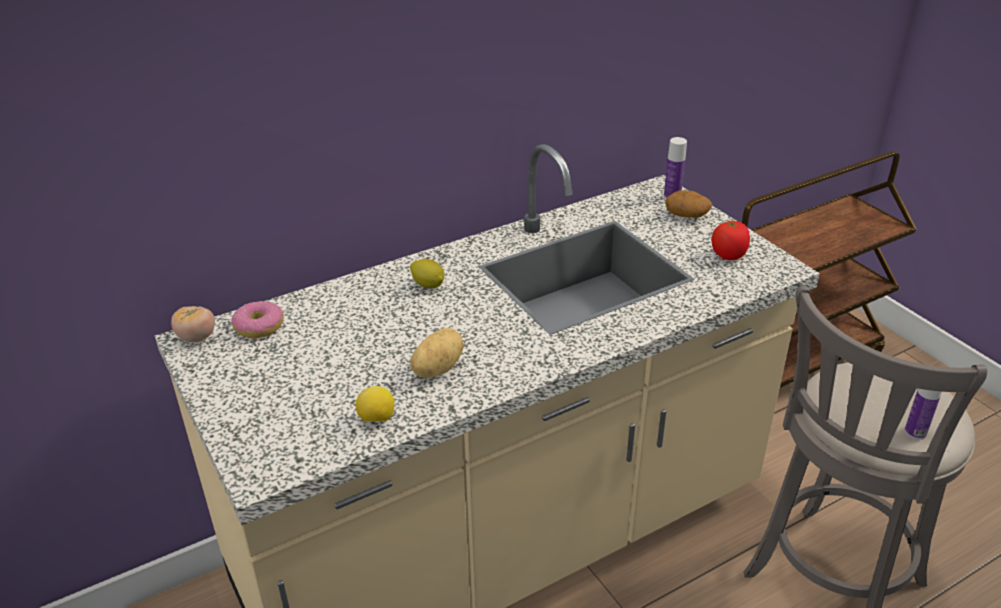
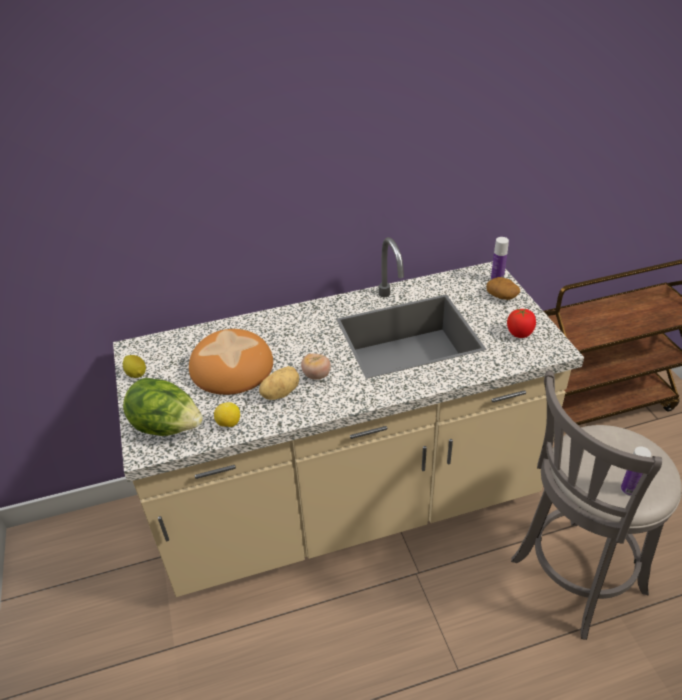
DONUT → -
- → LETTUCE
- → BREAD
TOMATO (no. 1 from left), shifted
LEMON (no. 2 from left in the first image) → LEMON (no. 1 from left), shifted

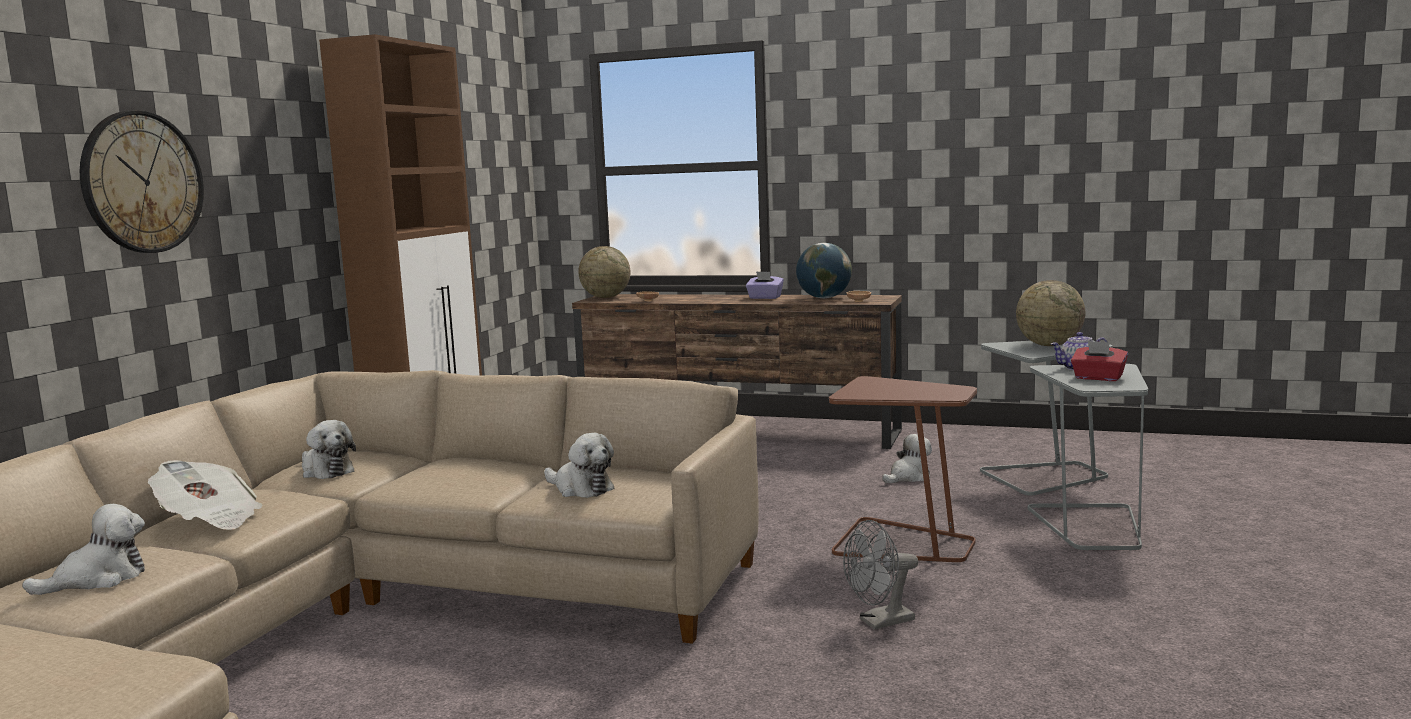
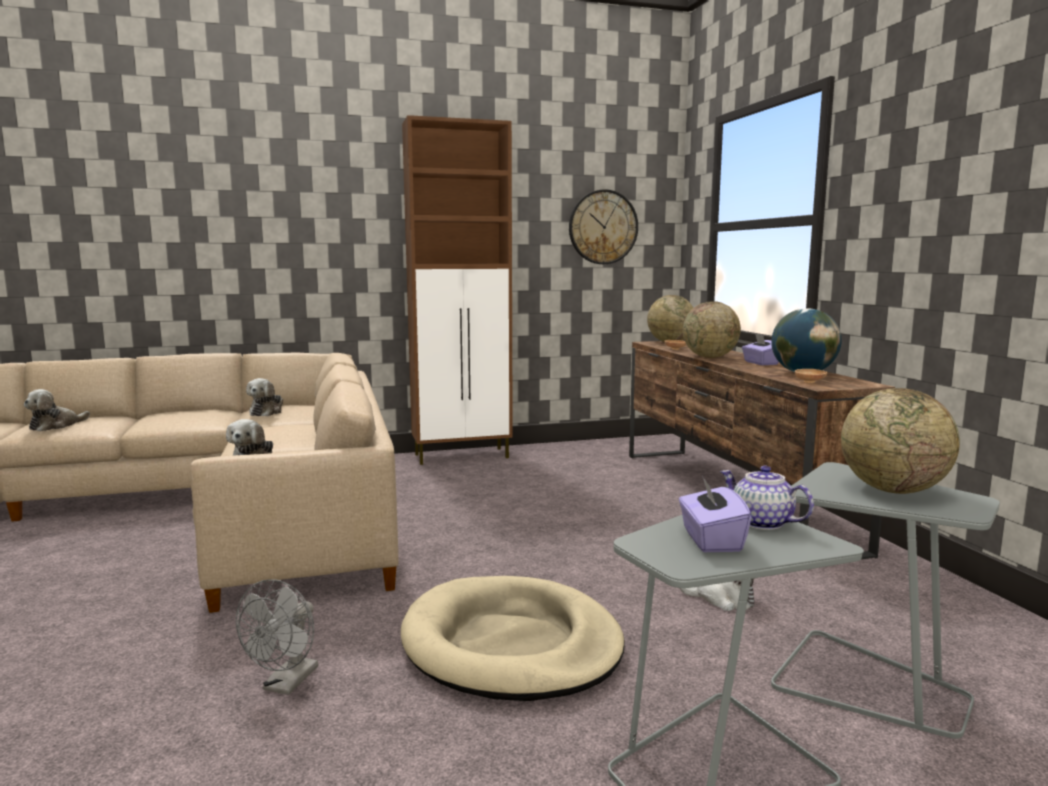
NEWSPAPER → -
- → GLOBE (no. 2 from left)
WALL CLOCK, shifted
BROWN SIDE TABLE → BEIGE DOG BED
RED TISSUE BOX → PURPLE TISSUE BOX (no. 1 from left)
PLUSH TOY (no. 1 from left), 105 degrees clockwise
GREY FAN, 105 degrees counterclockwise

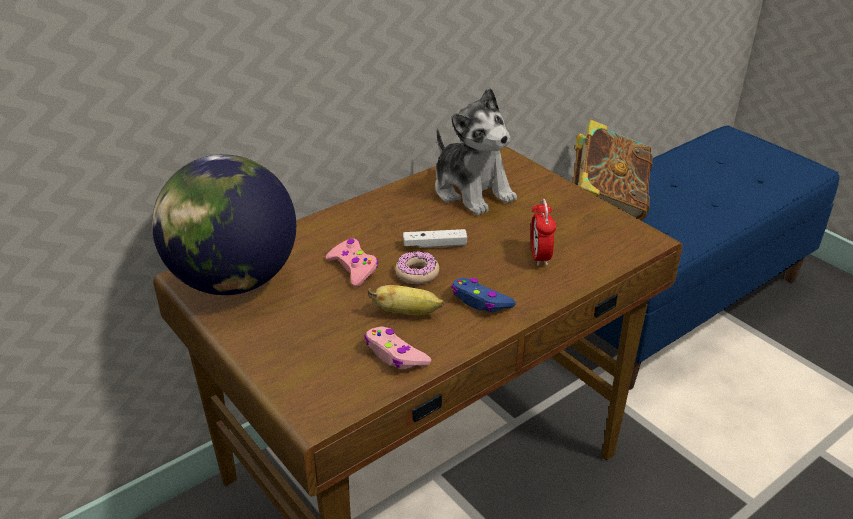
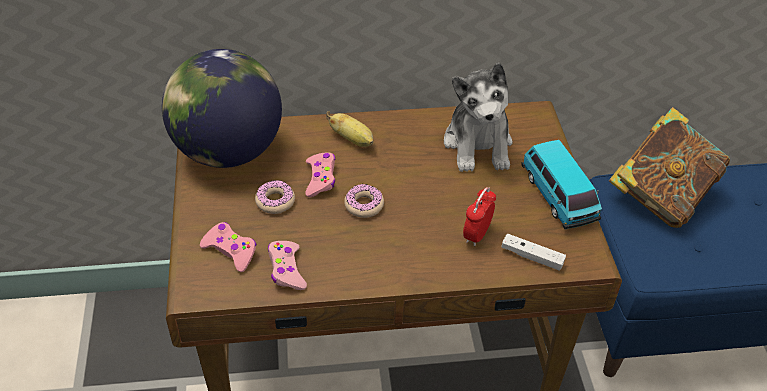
BLUE GAME CONTROLLER → -
- → PINK GAME CONTROLLER (no. 1 from left)
- → DONUT (no. 1 from left)
- → TOY CAR
BANANA, shifted
WHITE GAME CONTROLLER, shifted

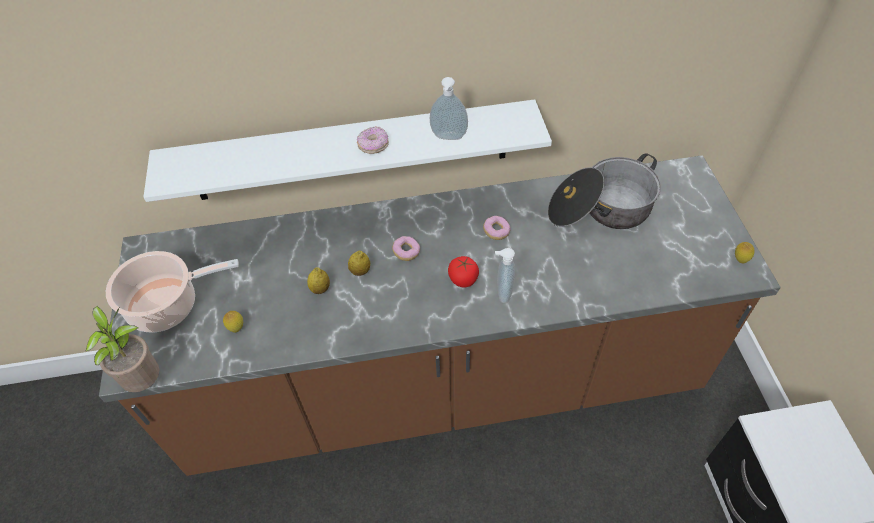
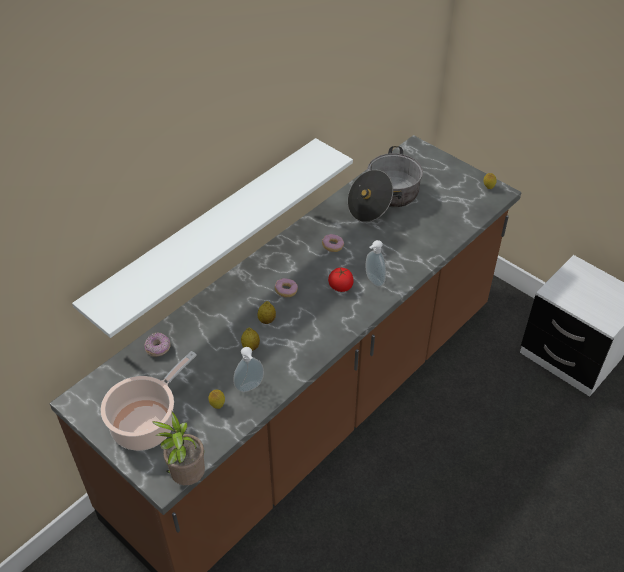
DONUT (no. 1 from left), shifted
SOAP DISPENSER (no. 1 from left), shifted

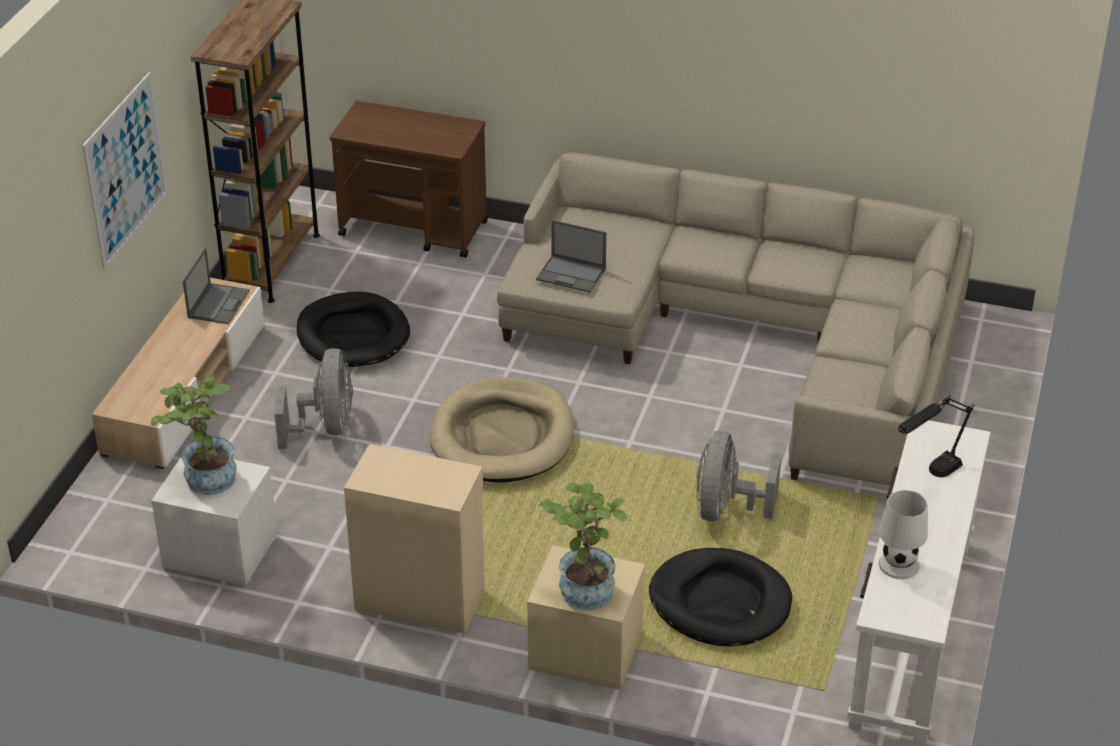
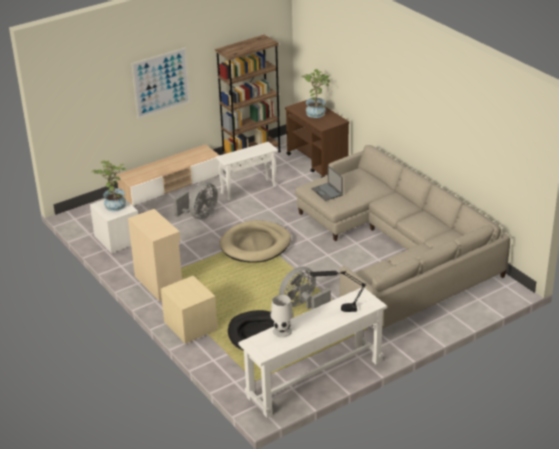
LAPTOP (no. 1 from left) → -
POTTED PLANT (no. 2 from left), shifted
BLACK DOG BED (no. 1 from left) → WHITE SIDE TABLE

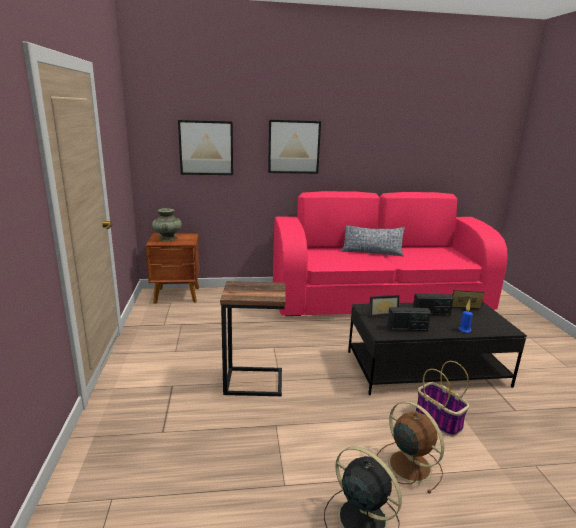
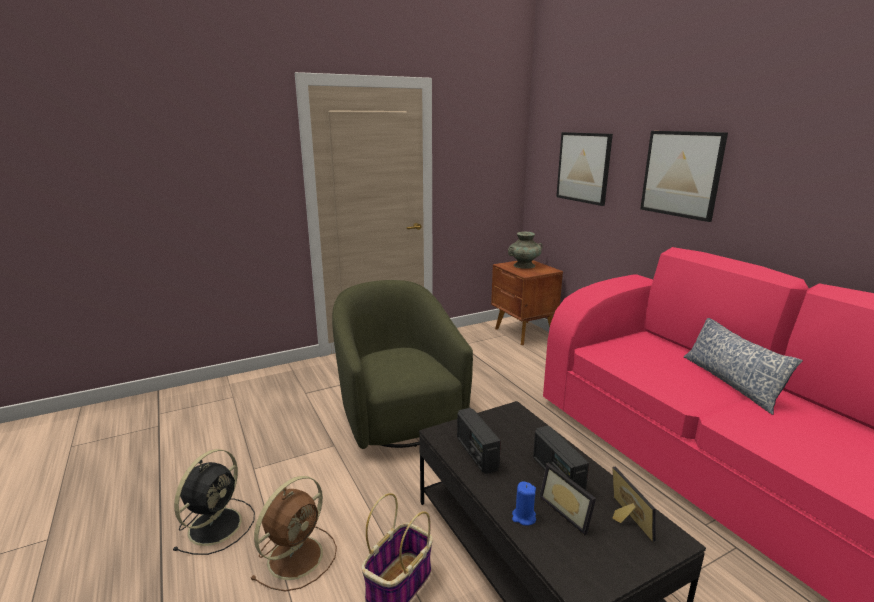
PICTURE FRAME (no. 1 from left), shifted
SIDE TABLE → GREEN ARMCHAIR

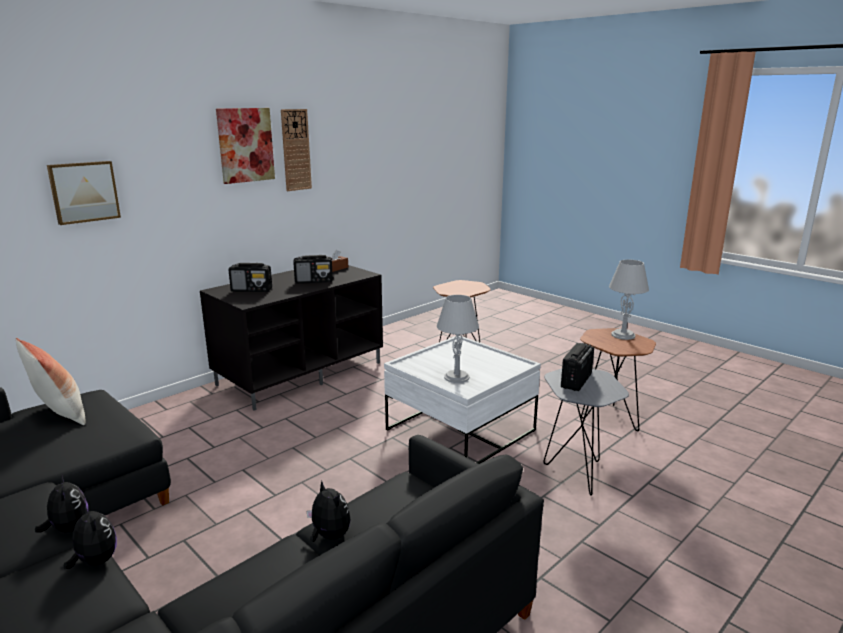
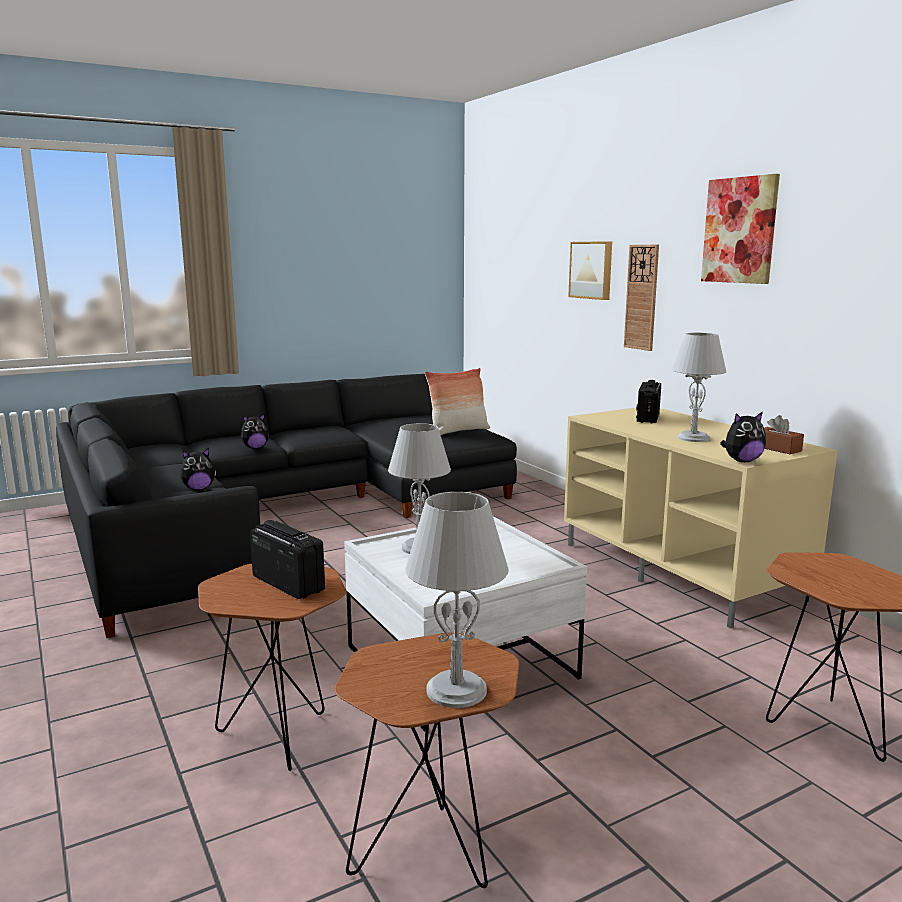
PLUSH TOY (no. 1 from left in the first image) → PLUSH TOY (no. 3 from left), shifted
WALL CLOCK, shifted
RADIO (no. 2 from left) → GREY TABLE LAMP (no. 3 from left)
BLACK TV STAND → BEIGE TV STAND
GREY SIDE TABLE → BROWN SIDE TABLE (no. 1 from left)

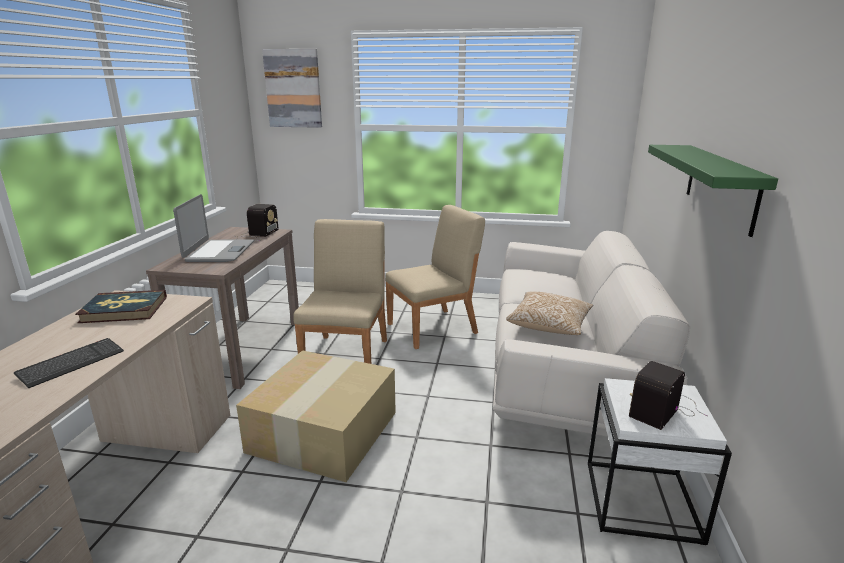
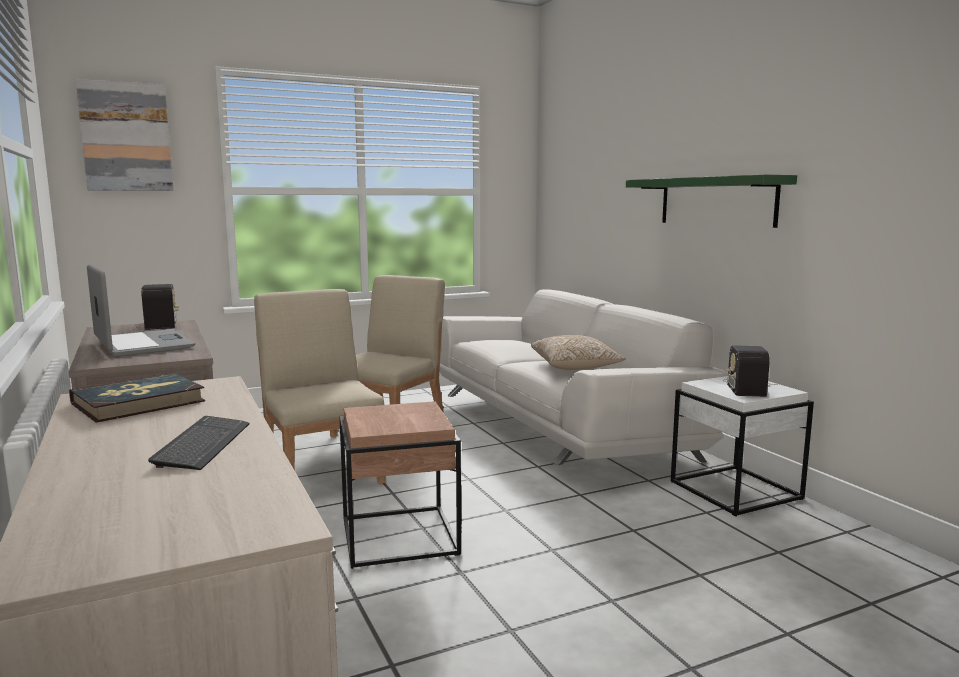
CARDBOARD BOX → BROWN SIDE TABLE

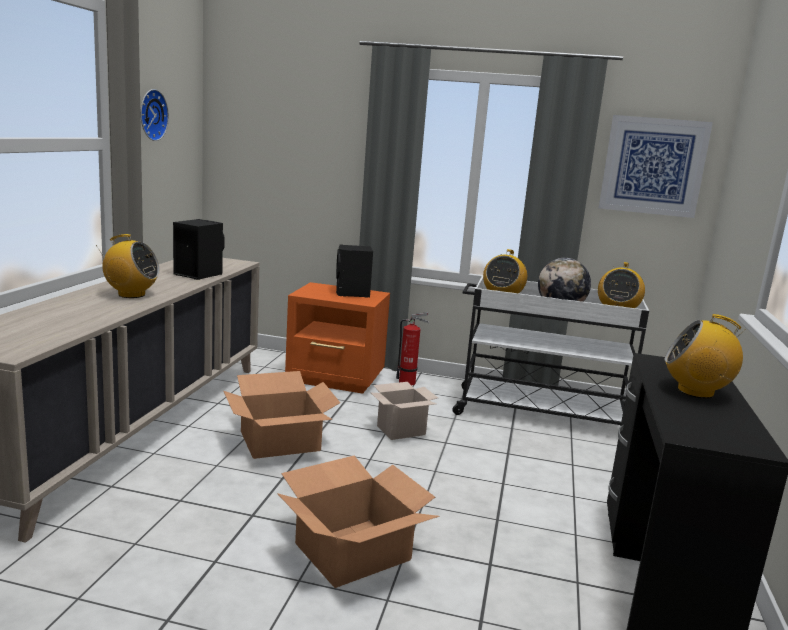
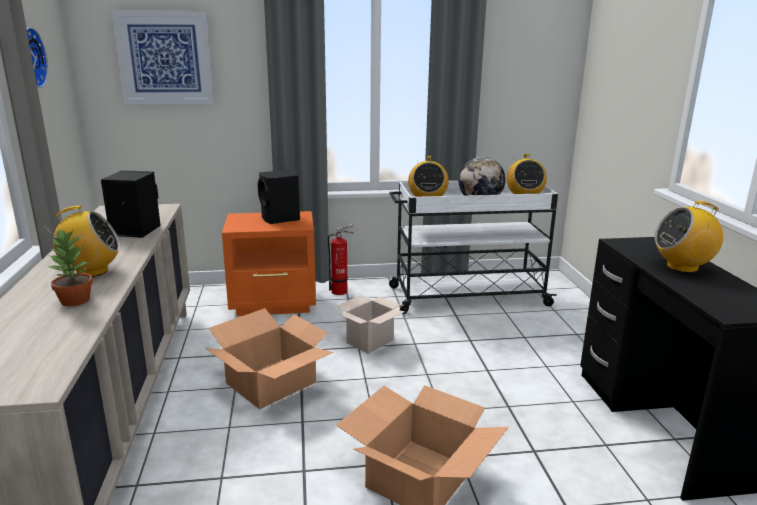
- → POTTED PLANT
PICTURE, shifted

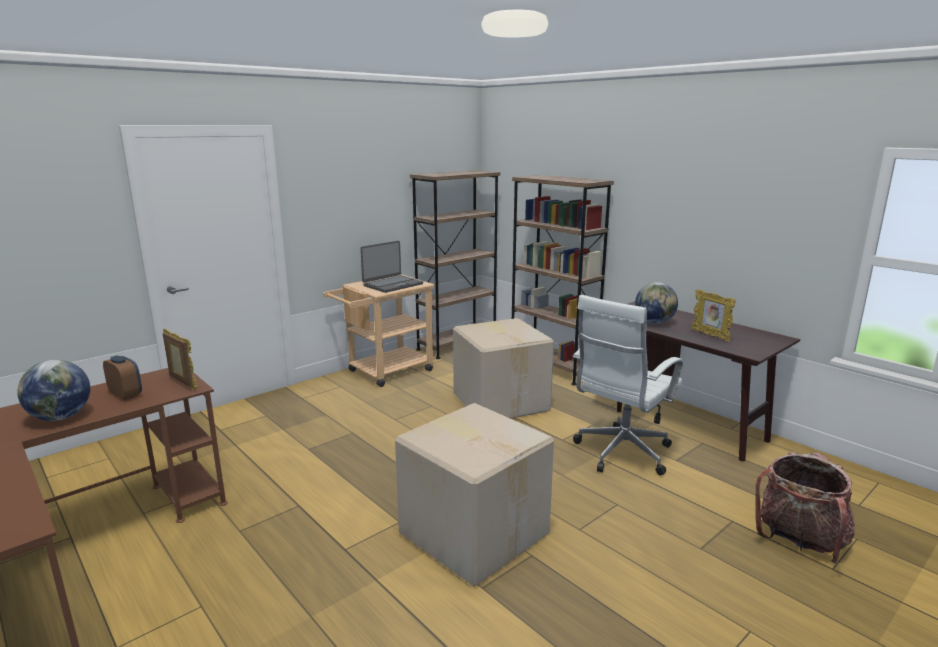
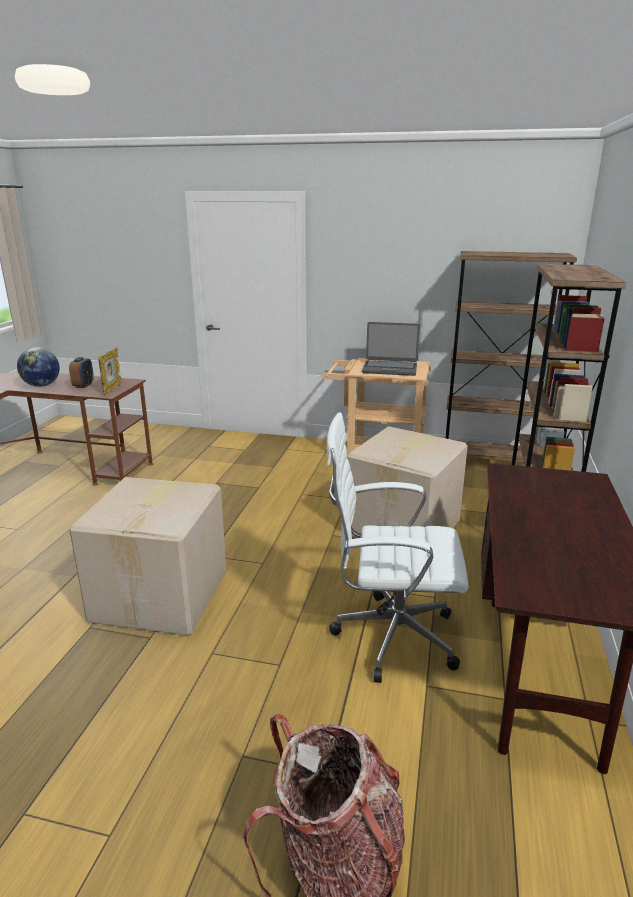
GLOBE (no. 2 from left) → -
PICTURE FRAME (no. 2 from left) → -

